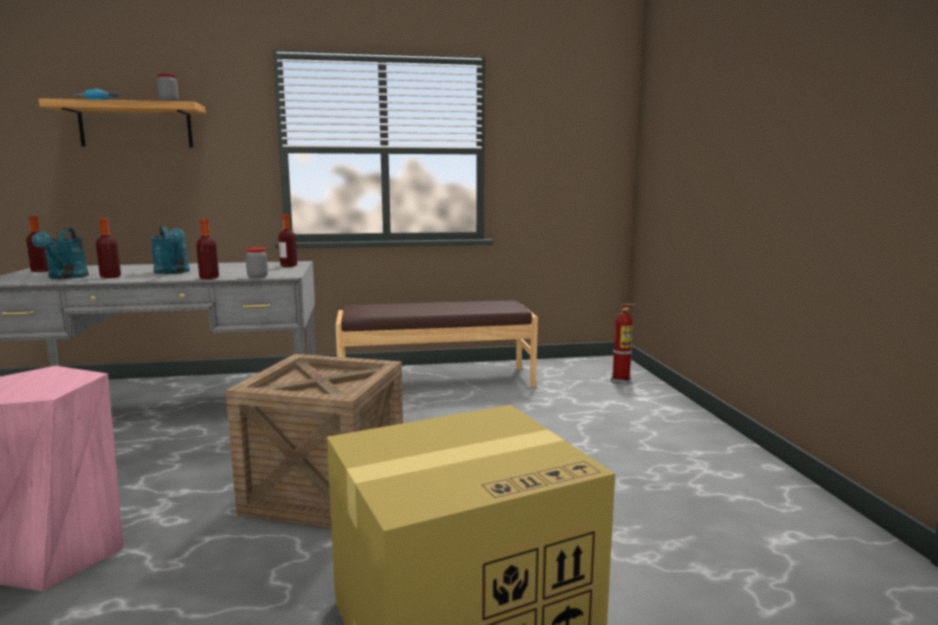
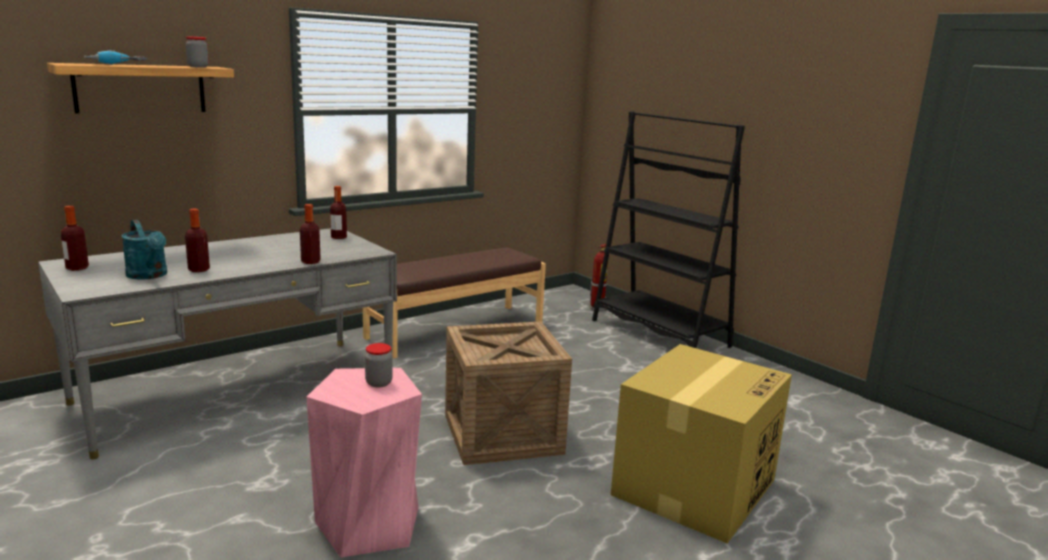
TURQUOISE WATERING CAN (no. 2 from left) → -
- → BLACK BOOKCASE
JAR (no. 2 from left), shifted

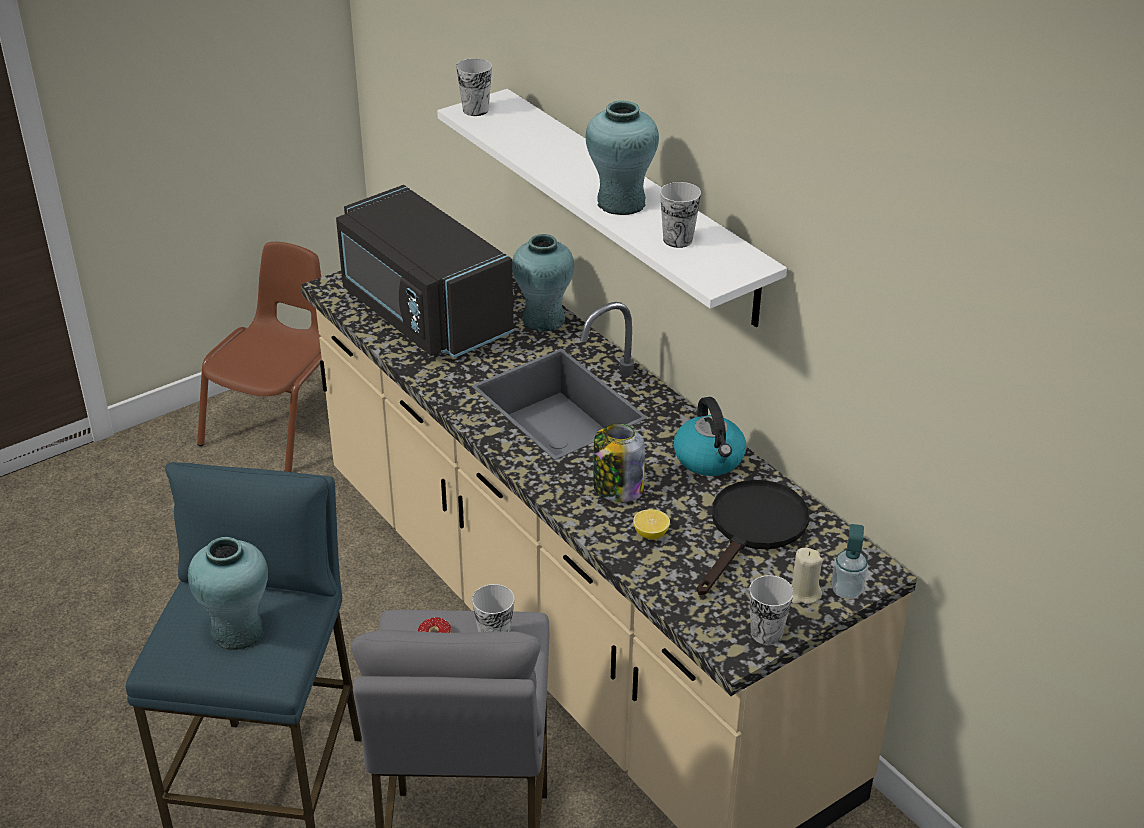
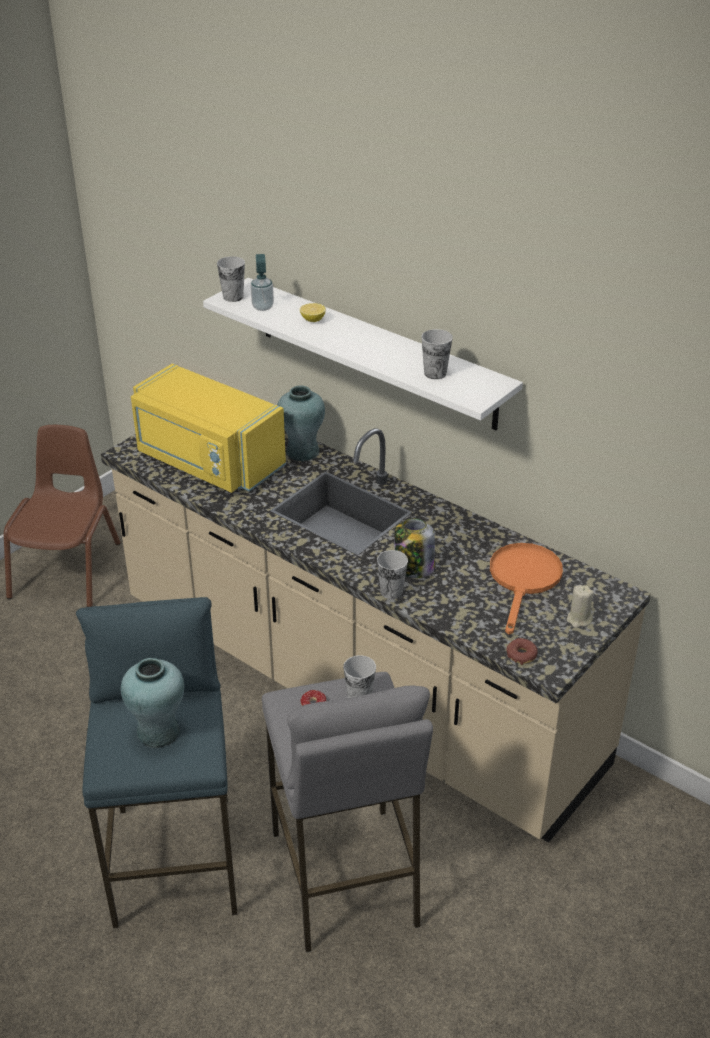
TURQUOISE VASE (no. 3 from left) → -
KETTLE → -
- → DONUT (no. 2 from left)
LEMON, shifted
CUP (no. 4 from left in the first image) → CUP (no. 3 from left), shifted
SOAP DISPENSER, shifted
BLACK MICROWAVE → YELLOW MICROWAVE
BLACK FRYING PAN → ORANGE FRYING PAN

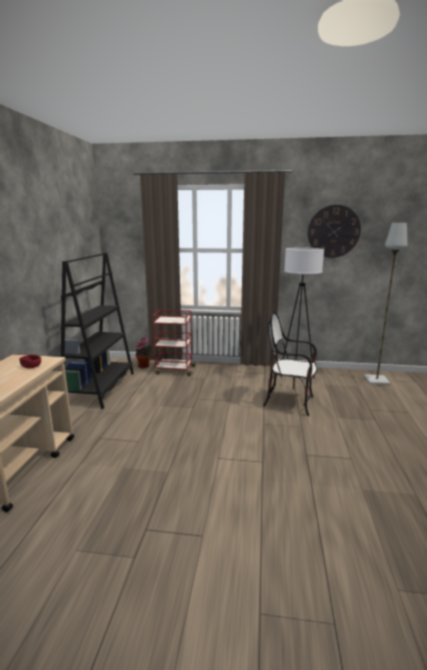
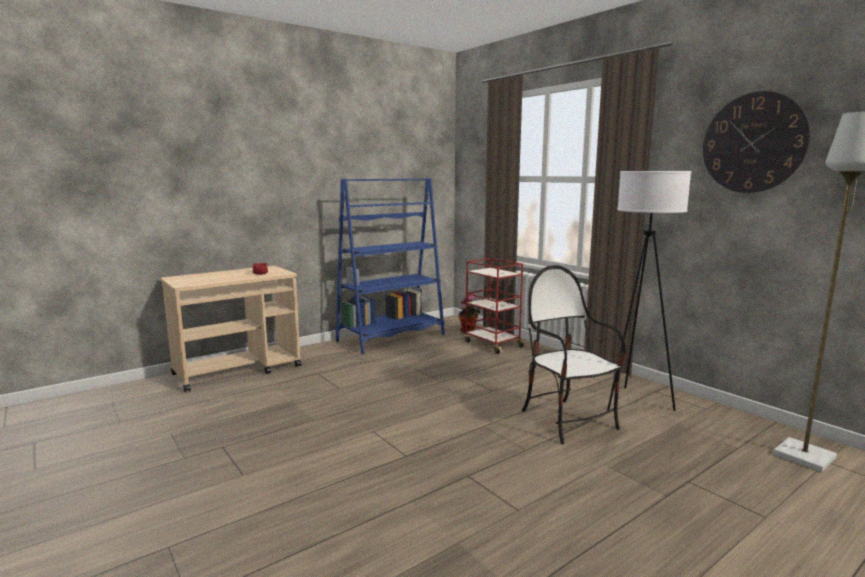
BLACK BOOKCASE → BLUE BOOKCASE

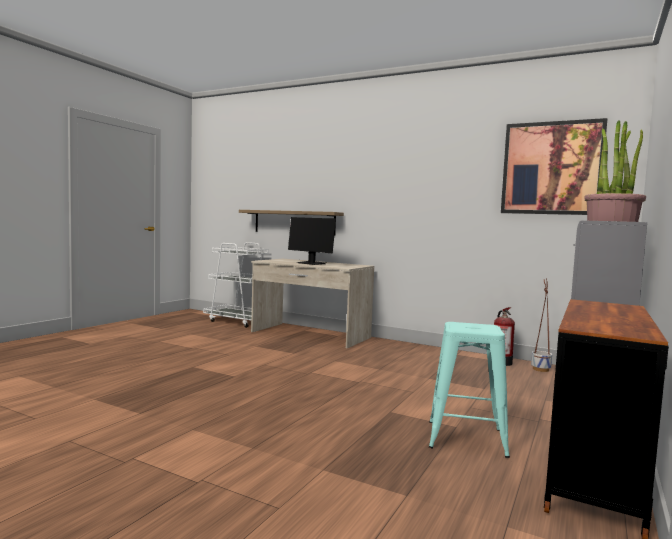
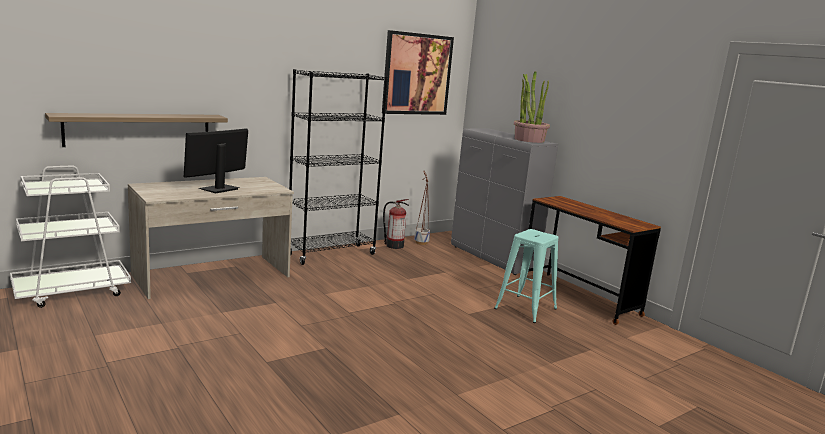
- → BLACK BOOKCASE
MONITOR, 150 degrees clockwise

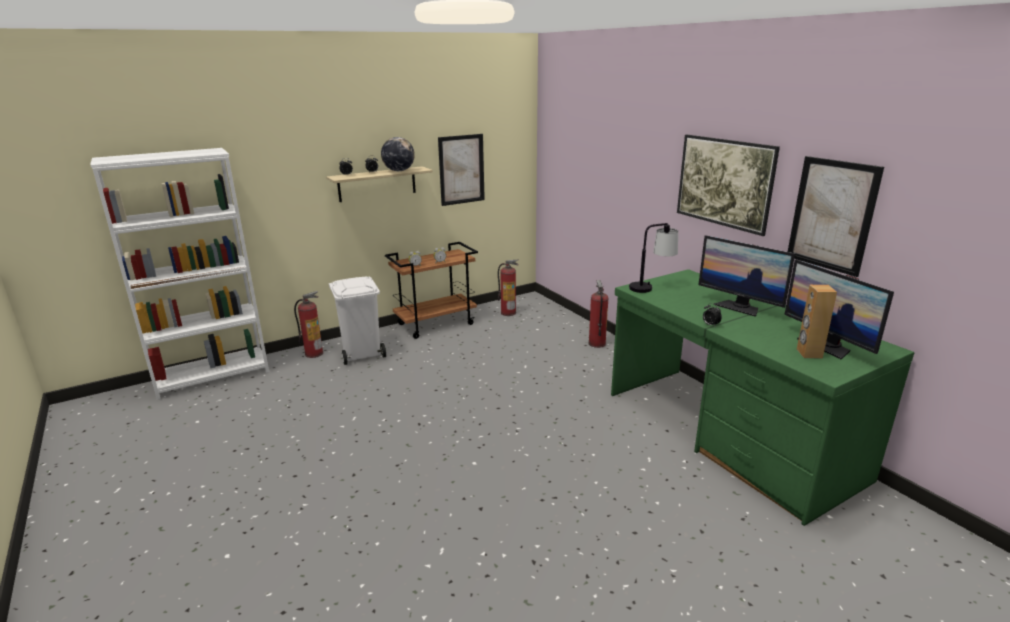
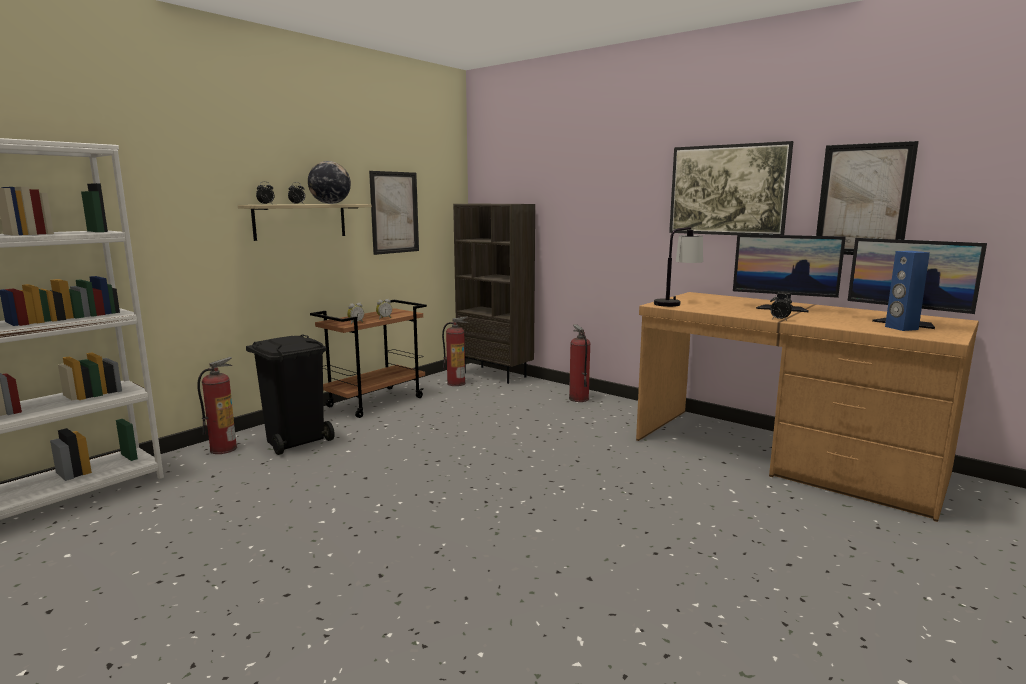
- → BROWN BOOKCASE
WHITE TRASH CAN → BLACK TRASH CAN
GREEN DESK → BROWN DESK
BROWN SPEAKER → BLUE SPEAKER

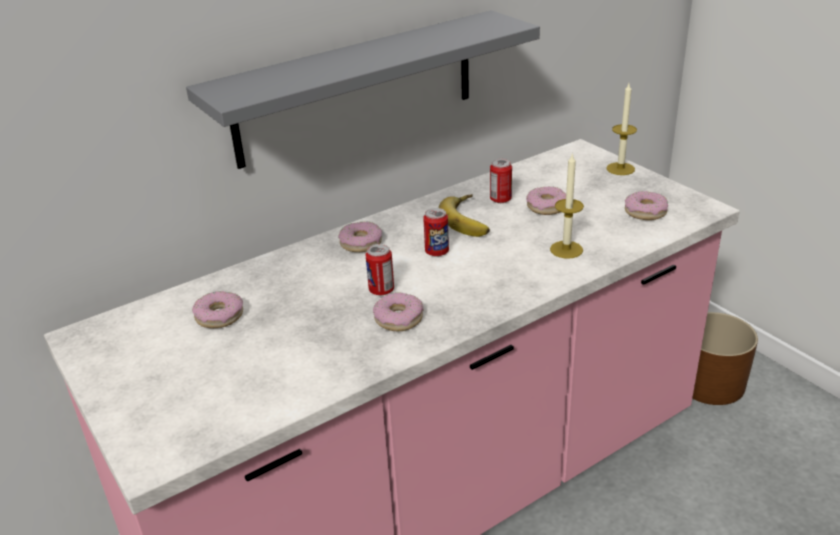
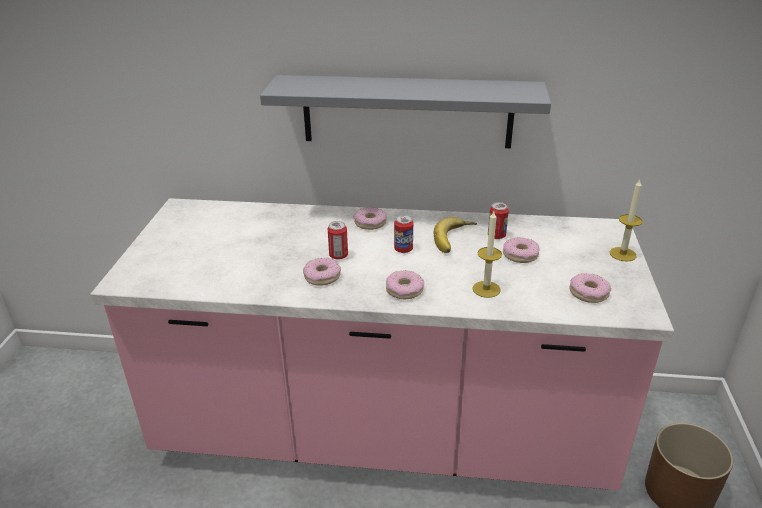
DONUT (no. 1 from left in the first image) → DONUT (no. 3 from left), shifted

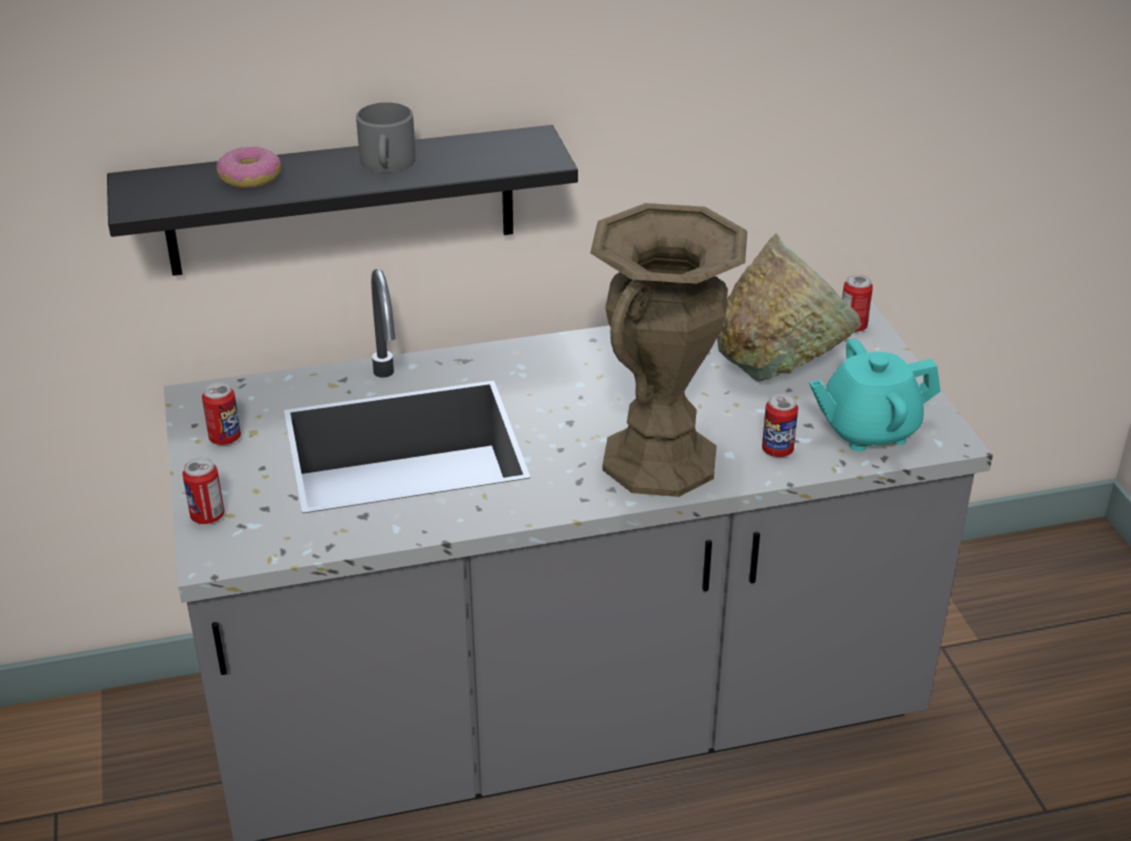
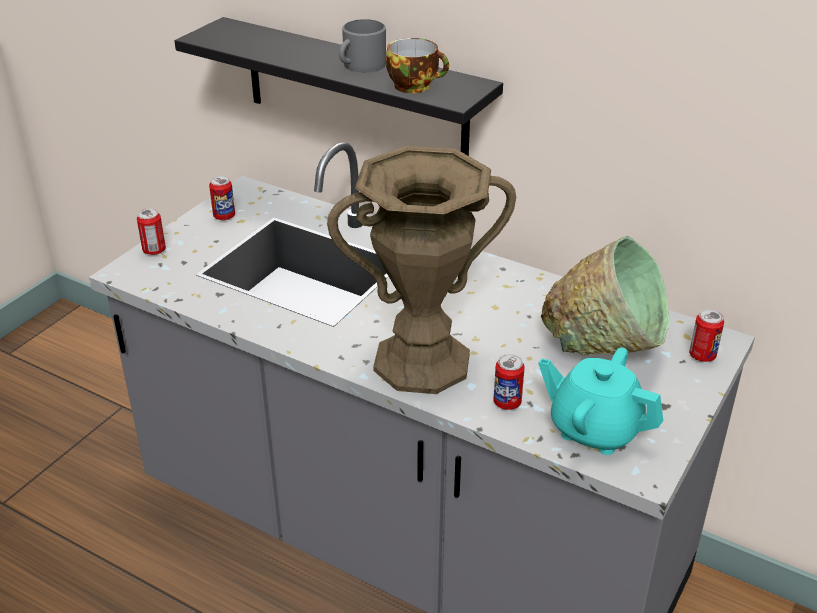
DONUT → -
- → CUP

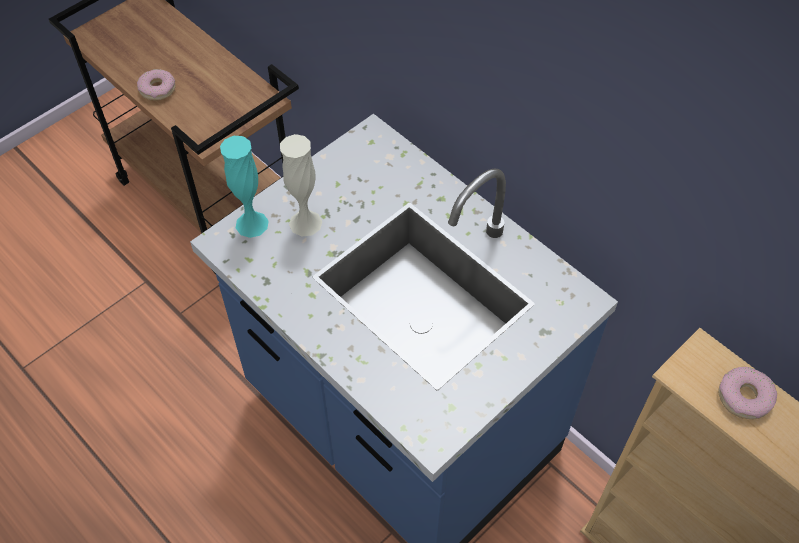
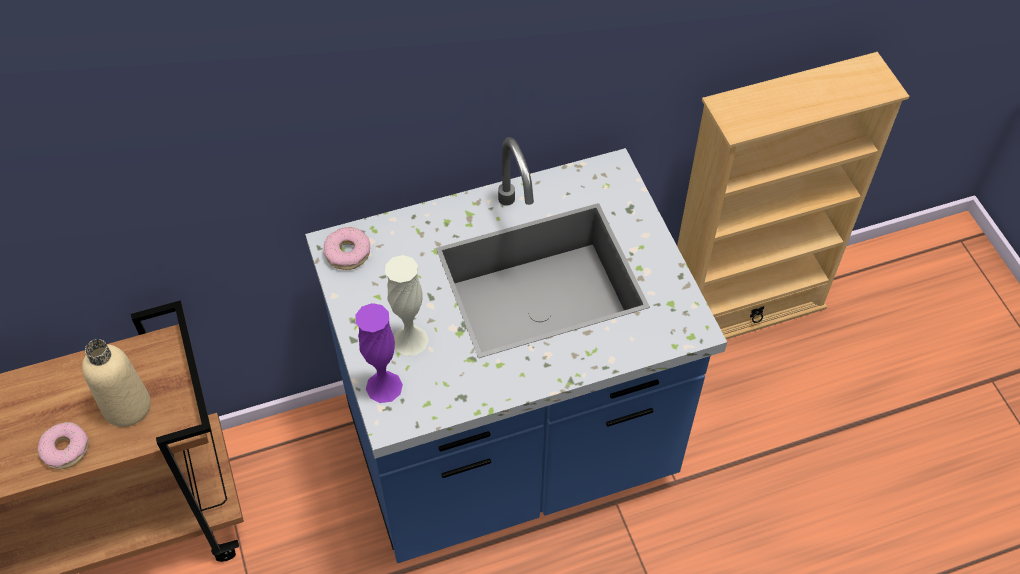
- → BEIGE BOTTLE
DONUT (no. 2 from left), shifted
TURQUOISE VASE → PURPLE VASE

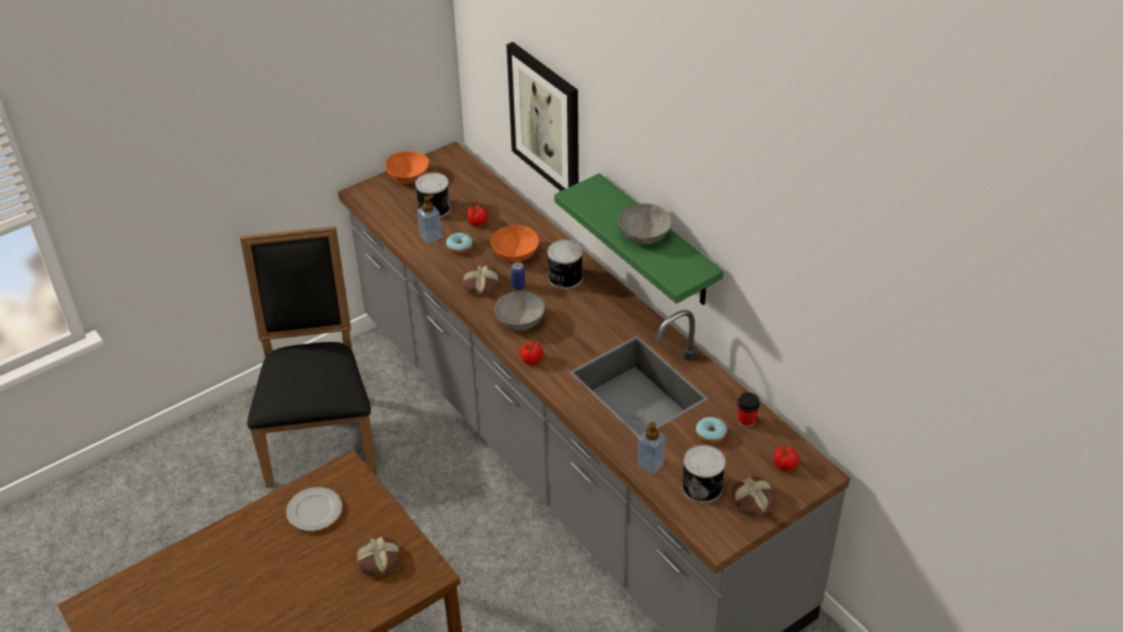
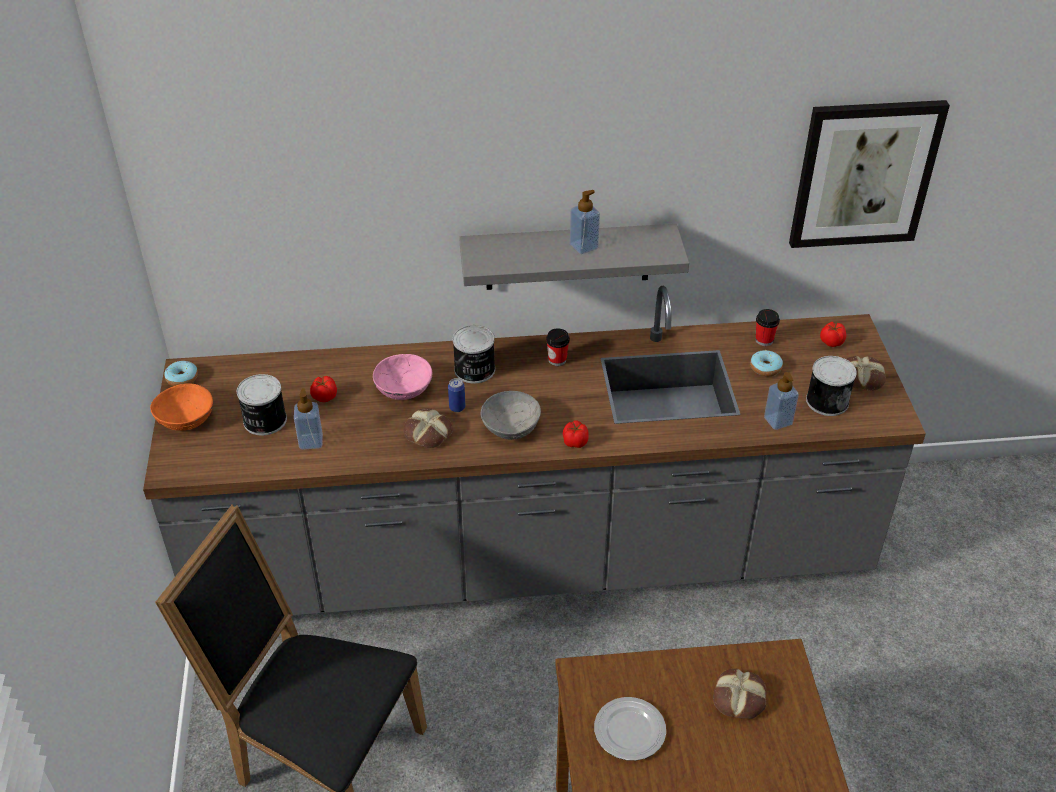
- → CUP (no. 1 from left)
DONUT (no. 1 from left), shifted
PICTURE, shifted
GREY BOWL (no. 2 from left) → SOAP DISPENSER (no. 2 from left)
ORANGE BOWL (no. 2 from left) → PINK BOWL
GREEN SHELF → GREY SHELF

